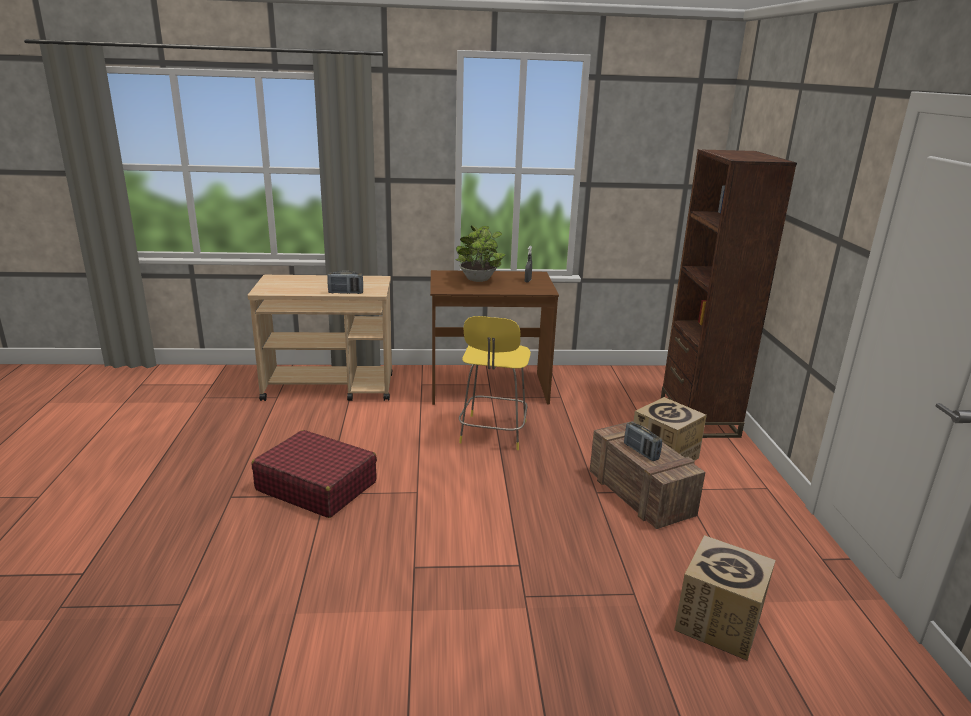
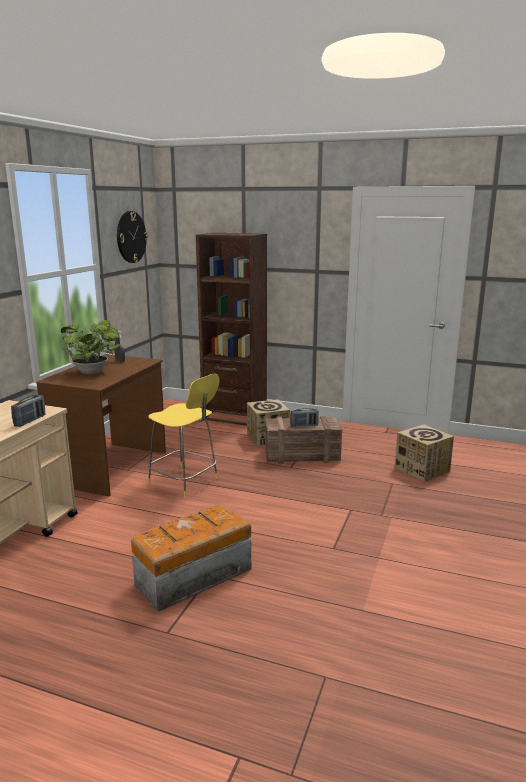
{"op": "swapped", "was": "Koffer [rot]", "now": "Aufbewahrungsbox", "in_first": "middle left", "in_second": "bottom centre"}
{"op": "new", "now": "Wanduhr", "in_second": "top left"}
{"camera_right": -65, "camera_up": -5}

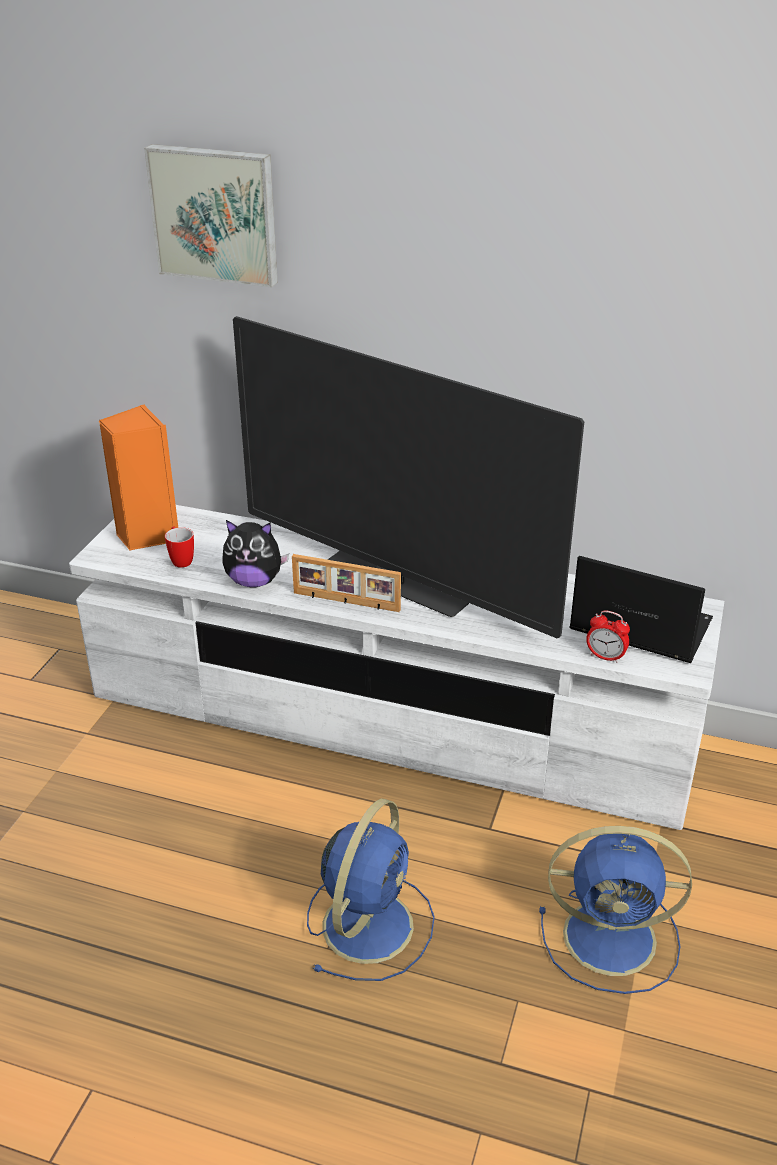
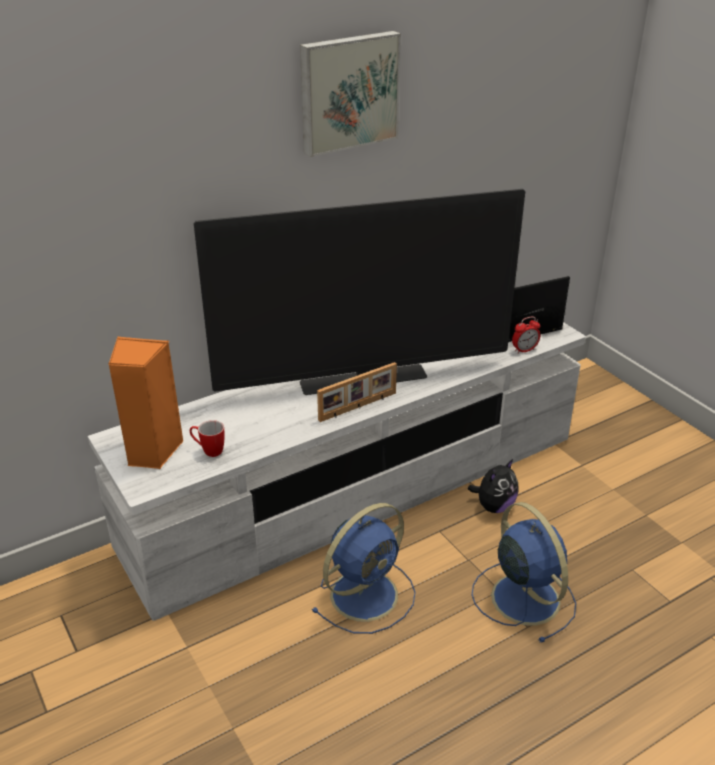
{"op": "shifted", "was": "Bild", "in_first": "top left", "in_second": "top centre"}
{"op": "shifted", "was": "Plüschtier", "in_first": "middle left", "in_second": "middle right"}
{"op": "shifted", "was": "Ventilator [blau] (no. 2 from left in the first image)", "now": "Ventilator [blau] (no. 1 from left)", "in_first": "bottom right", "in_second": "bottom centre"}
{"camera_right": -50, "camera_up": 0}

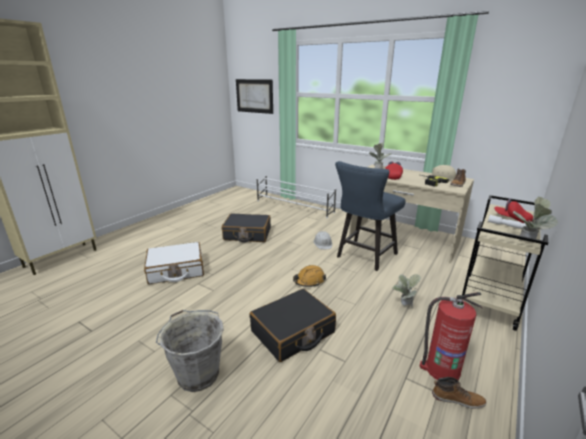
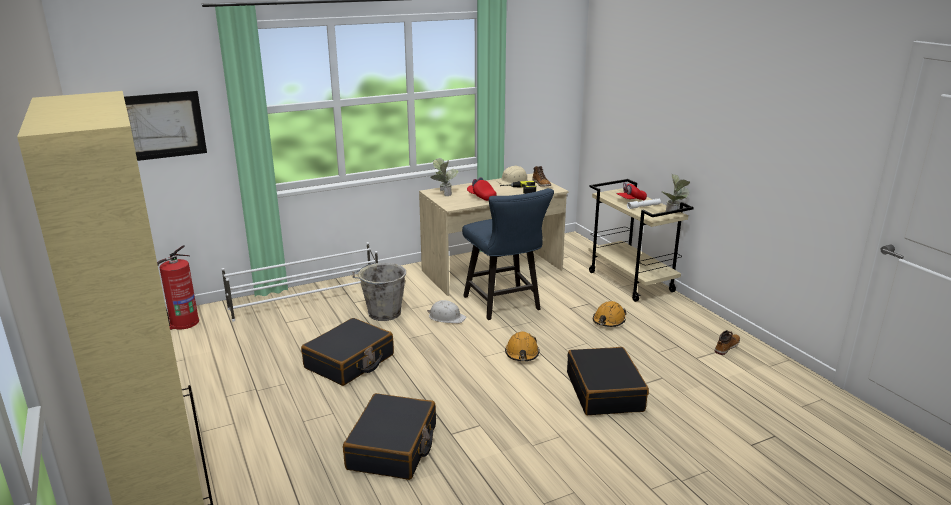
{"op": "repainted", "was": "Koffer [weiß]", "now": "Koffer [schwarz] (no. 2 from left)", "in_first": "middle left", "in_second": "bottom centre"}
{"op": "shifted", "was": "Eimer [grau]", "in_first": "bottom left", "in_second": "centre"}
{"op": "swapped", "was": "Topfpflanze (no. 2 from left)", "now": "Schutzhelm [orange] (no. 2 from left)", "in_first": "middle right", "in_second": "centre"}
{"op": "shifted", "was": "Feuerlöscher", "in_first": "bottom right", "in_second": "middle left"}
{"camera_right": -60, "camera_up": 0}

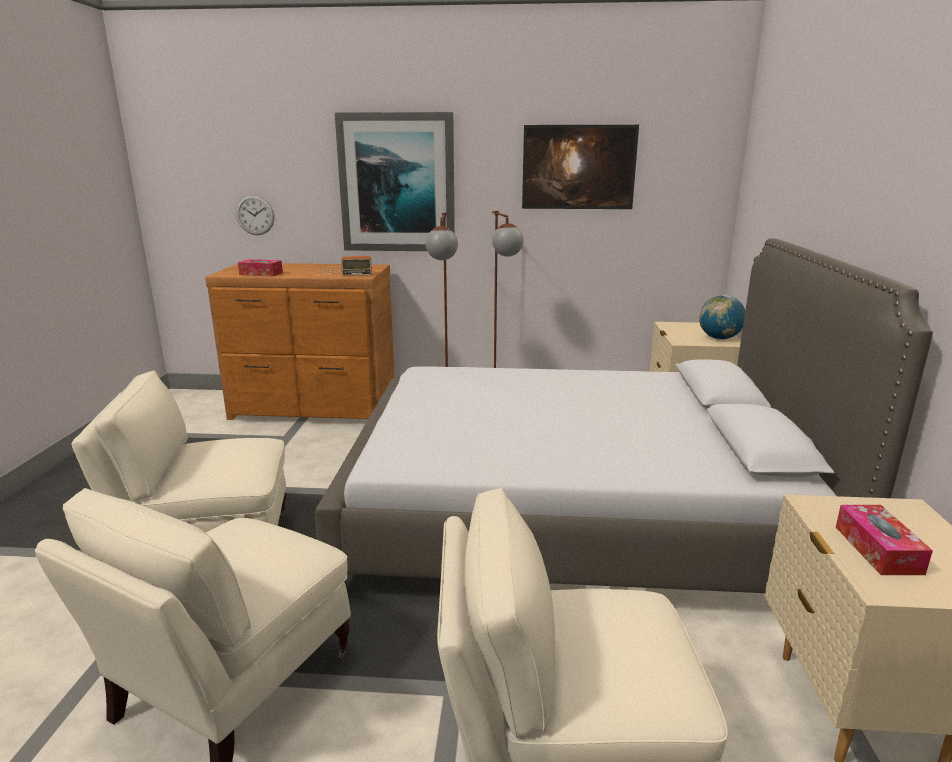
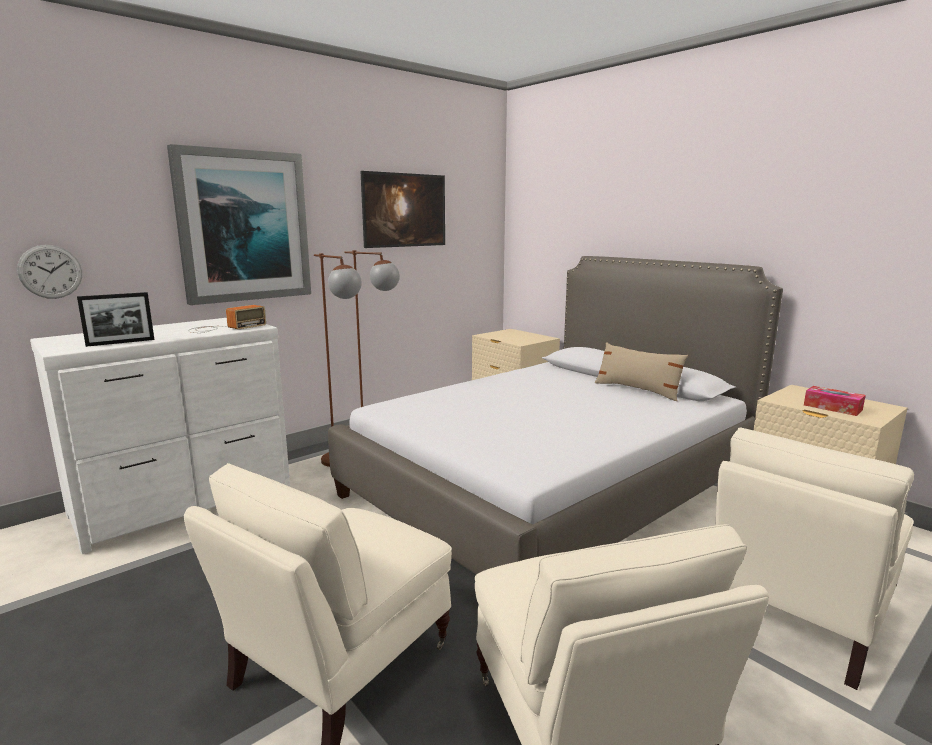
{"op": "repainted", "was": "Kommode [braun]", "now": "Kommode [weiß]", "in_first": "middle left", "in_second": "middle left"}
{"op": "swapped", "was": "Taschentuchbox (no. 1 from left)", "now": "Bilderrahmen", "in_first": "middle left", "in_second": "middle left"}
{"op": "gone", "was": "Globus", "in_first": "middle right"}
{"op": "new", "now": "Kissen [beige]", "in_second": "middle right"}
{"camera_right": -45, "camera_up": -5}

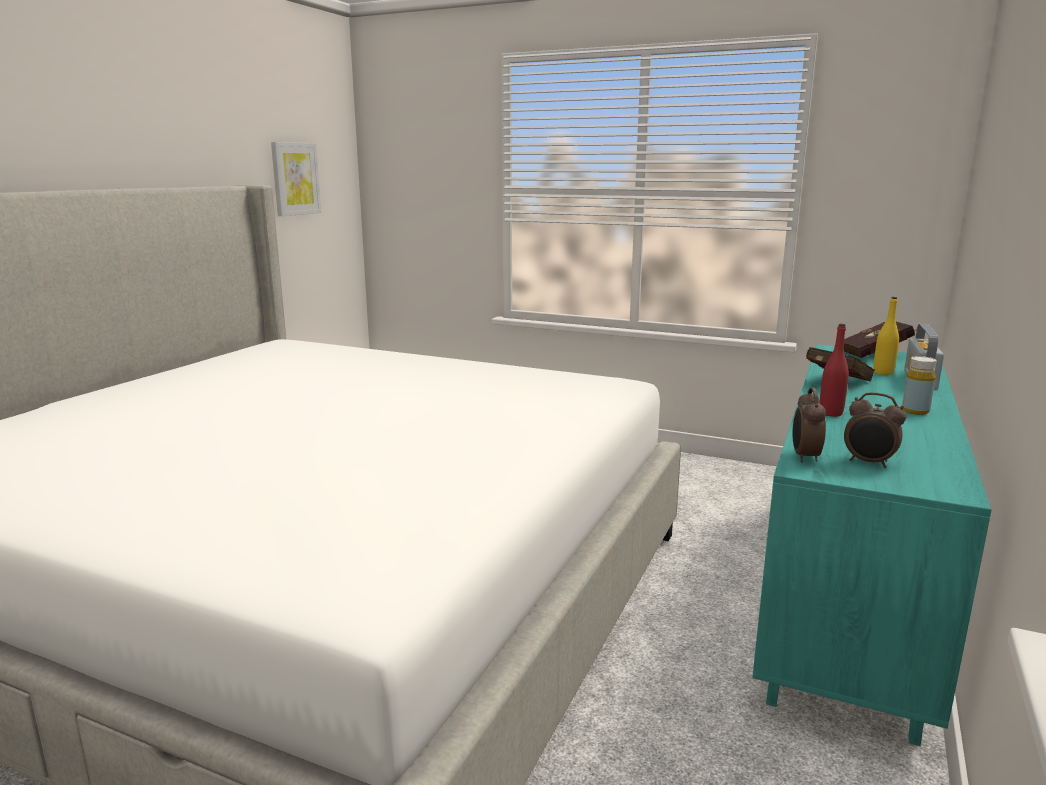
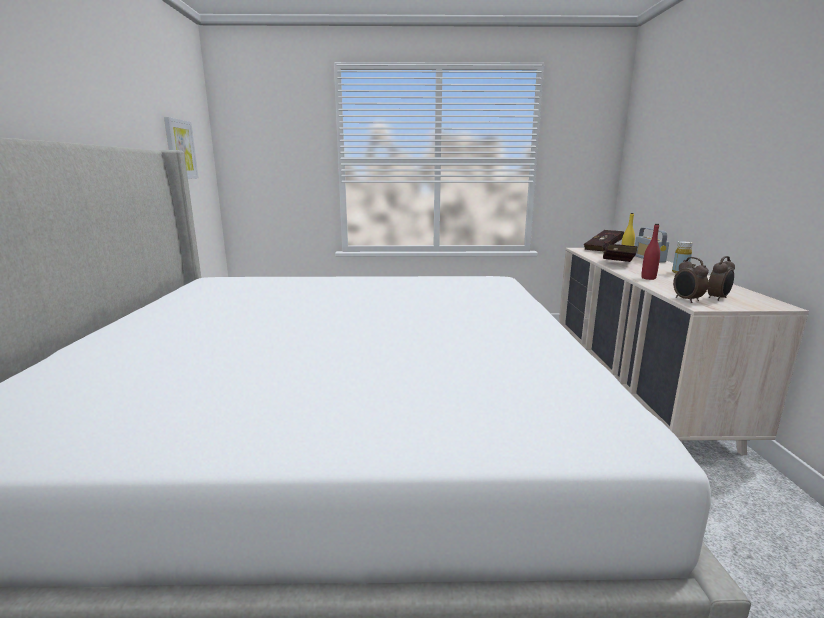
{"op": "repainted", "was": "Kommode [türkis]", "now": "Kommode [beige]", "in_first": "bottom right", "in_second": "middle right"}
{"op": "rotated", "was": "Wecker (no. 2 from left)", "in_first": "middle right", "in_second": "middle right", "clockwise": -45}
{"camera_right": -25, "camera_up": 0}

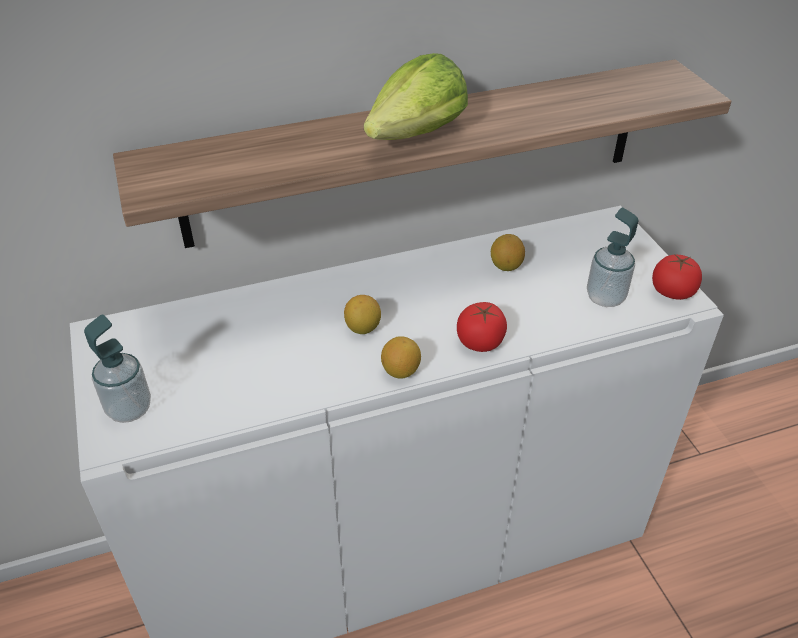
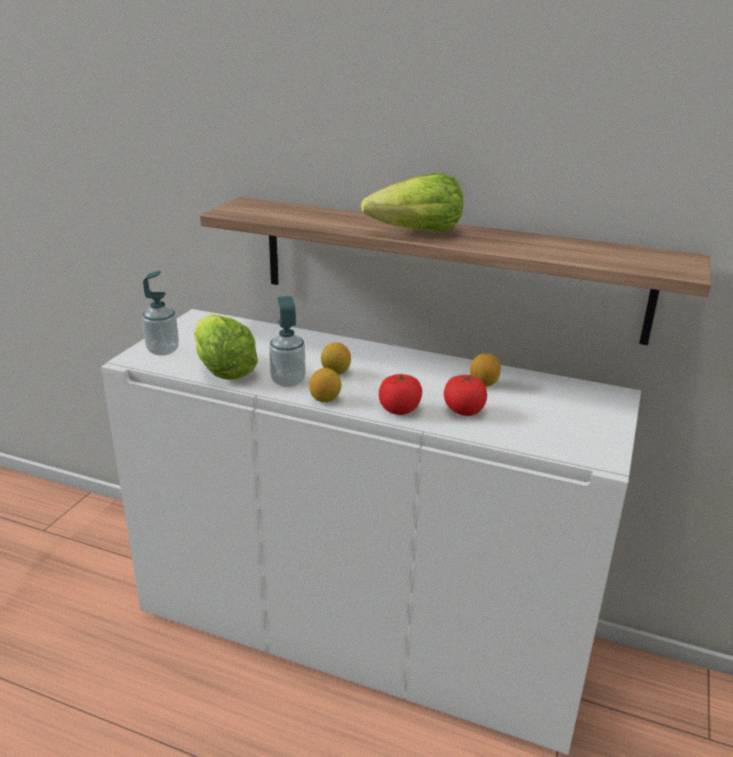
{"op": "shifted", "was": "Seifenspender (no. 2 from left)", "in_first": "middle right", "in_second": "centre"}
{"op": "shifted", "was": "Tomate (no. 2 from left)", "in_first": "middle right", "in_second": "centre"}
{"op": "new", "now": "Salatkopf (no. 1 from left)", "in_second": "middle left"}
{"camera_right": 40, "camera_up": -15}

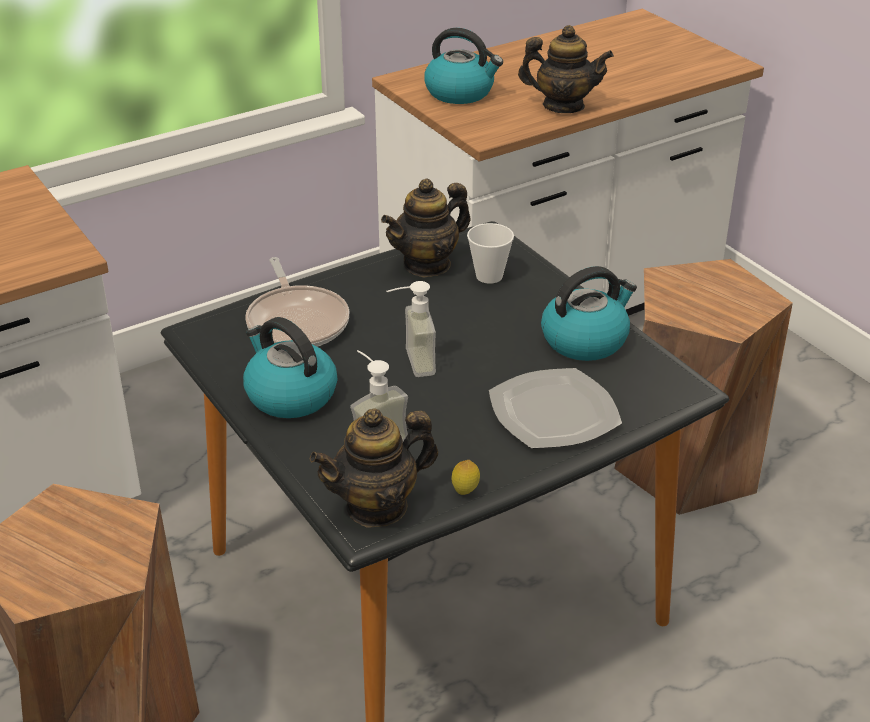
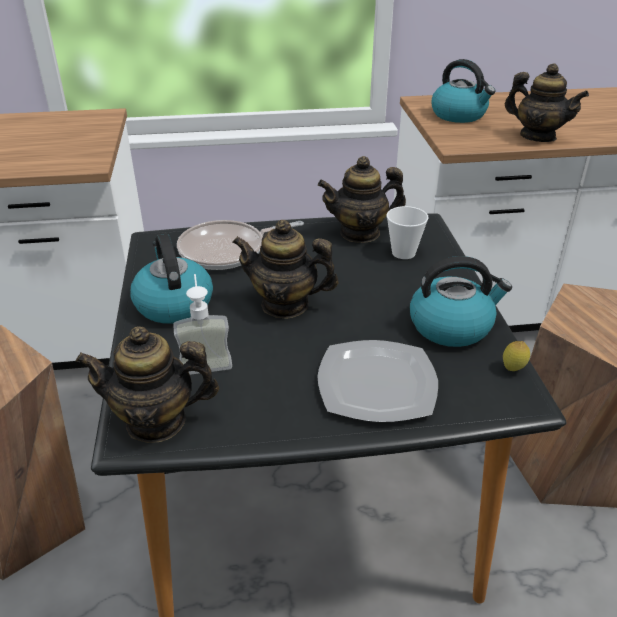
{"op": "rotated", "was": "Pfanne", "in_first": "centre", "in_second": "centre", "clockwise": 60}
{"op": "swapped", "was": "Seifenspender (no. 2 from left)", "now": "Teekanne (no. 2 from left)", "in_first": "centre", "in_second": "centre"}
{"op": "shifted", "was": "Zitrone", "in_first": "centre", "in_second": "middle right"}
{"camera_right": 25, "camera_up": 0}

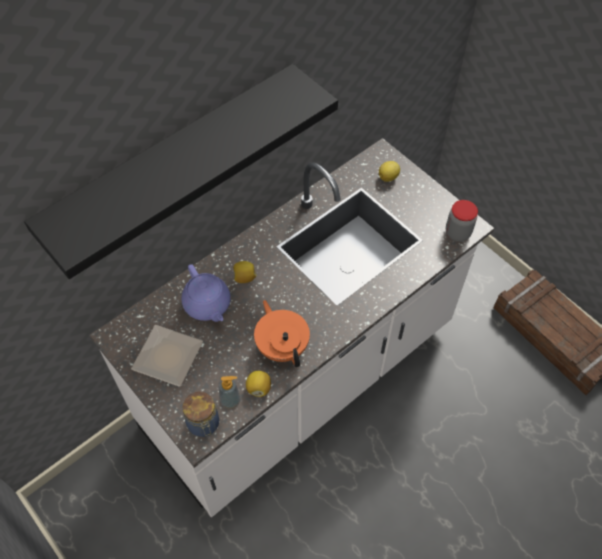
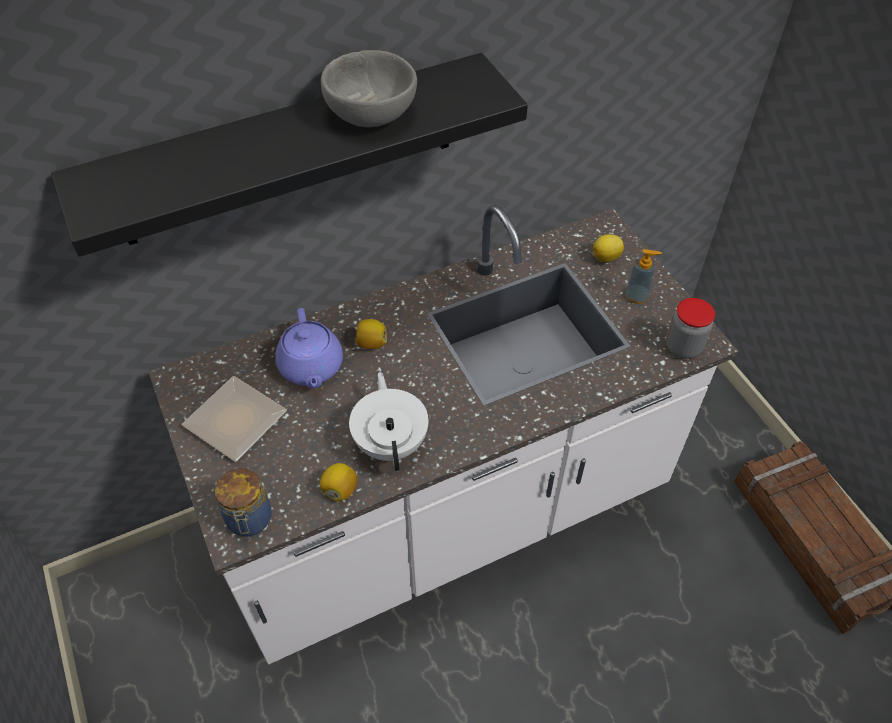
{"op": "shifted", "was": "Seifenspender", "in_first": "bottom centre", "in_second": "middle right"}
{"op": "repainted", "was": "Teekanne [orange]", "now": "Teekanne [weiß]", "in_first": "centre", "in_second": "centre"}
{"op": "new", "now": "Schüssel [grau]", "in_second": "top centre"}
{"camera_right": 15, "camera_up": -5}

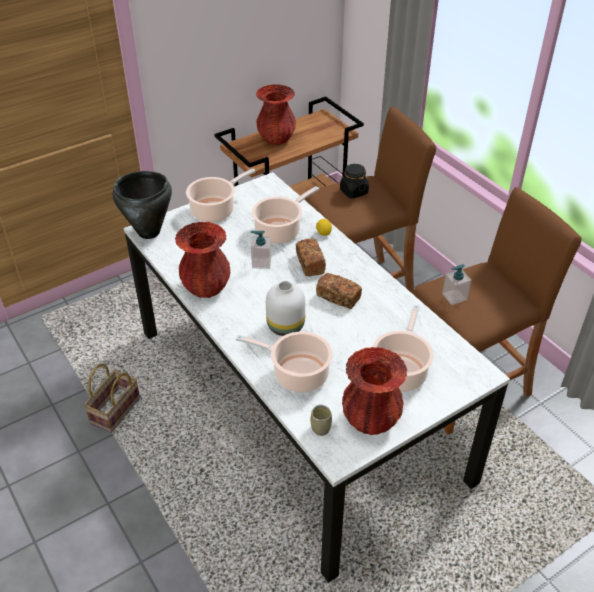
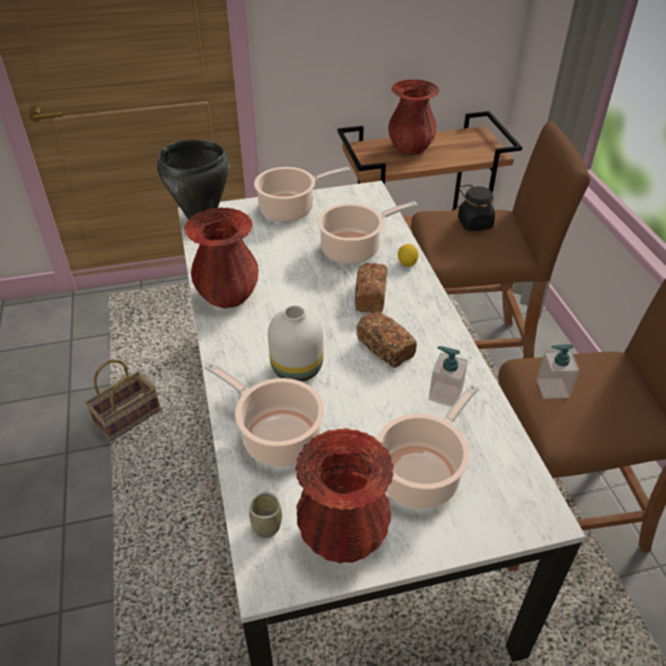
{"op": "shifted", "was": "Seifenspender (no. 1 from left)", "in_first": "centre", "in_second": "middle right"}
{"camera_right": 20, "camera_up": 0}

